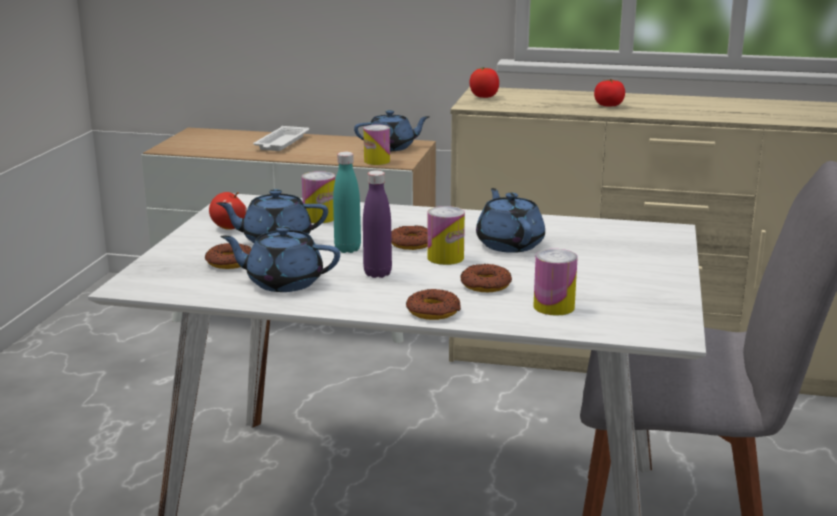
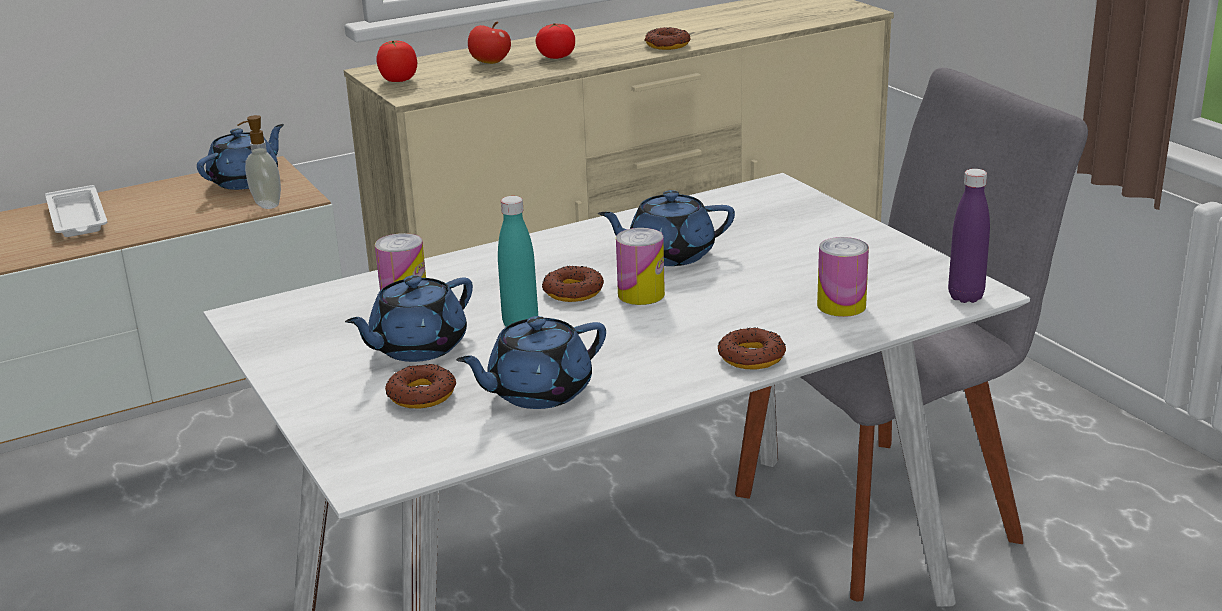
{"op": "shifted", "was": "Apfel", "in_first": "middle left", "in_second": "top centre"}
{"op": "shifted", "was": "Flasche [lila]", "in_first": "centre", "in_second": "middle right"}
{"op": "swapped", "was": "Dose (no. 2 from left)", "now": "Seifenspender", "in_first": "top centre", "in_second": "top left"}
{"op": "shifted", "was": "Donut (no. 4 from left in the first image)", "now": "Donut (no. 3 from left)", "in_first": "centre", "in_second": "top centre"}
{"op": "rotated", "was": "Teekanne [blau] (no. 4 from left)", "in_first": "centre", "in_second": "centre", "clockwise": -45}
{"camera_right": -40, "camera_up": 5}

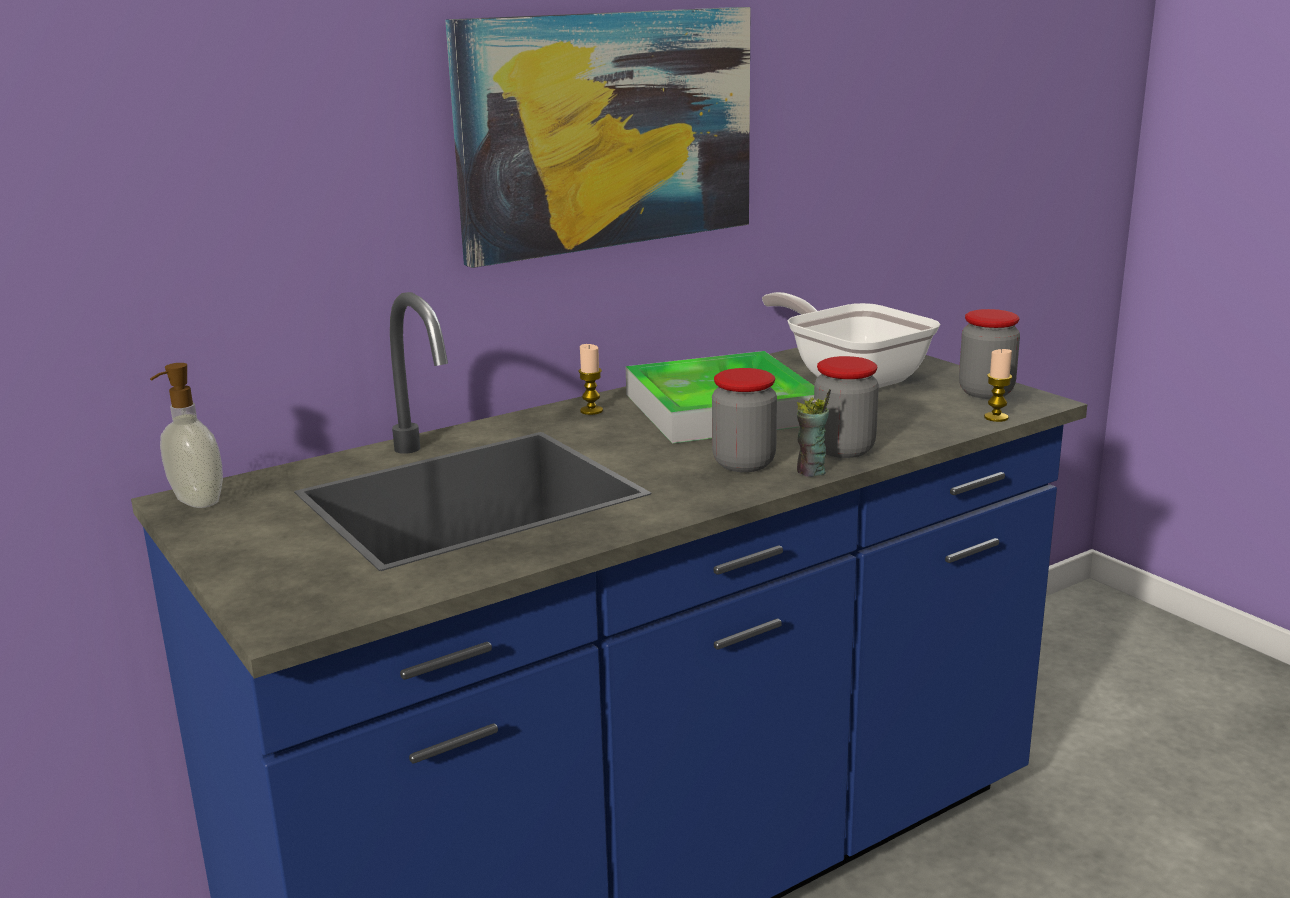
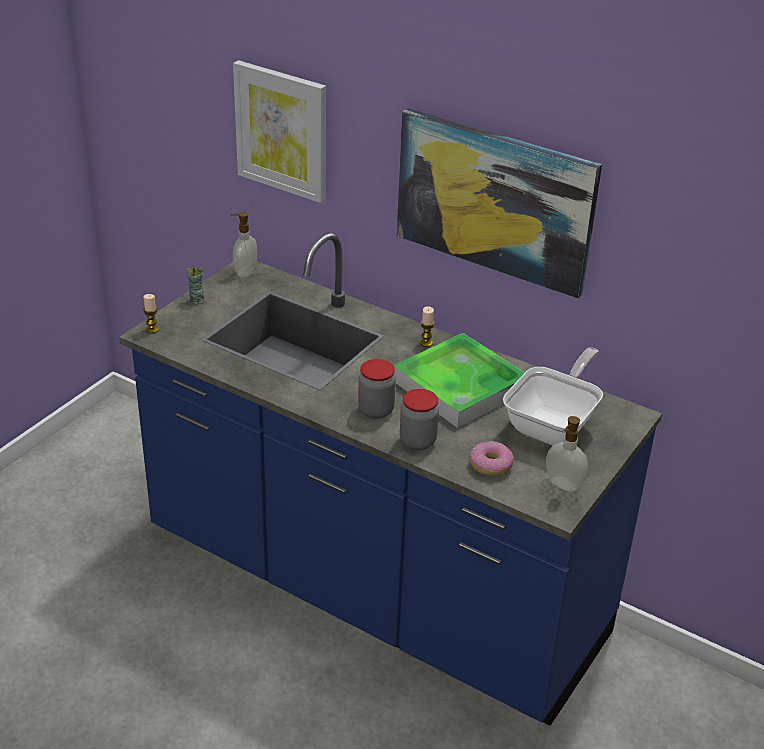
{"op": "shifted", "was": "Tasse", "in_first": "centre", "in_second": "middle left"}
{"op": "swapped", "was": "Vorratsglas (no. 3 from left)", "now": "Seifenspender (no. 2 from left)", "in_first": "middle right", "in_second": "middle right"}
{"op": "shifted", "was": "Kerze (no. 2 from left in the first image)", "now": "Kerze (no. 1 from left)", "in_first": "middle right", "in_second": "middle left"}
{"op": "new", "now": "Bild (no. 1 from left)", "in_second": "top centre"}
{"op": "new", "now": "Donut", "in_second": "centre"}
{"camera_right": 65, "camera_up": 15}

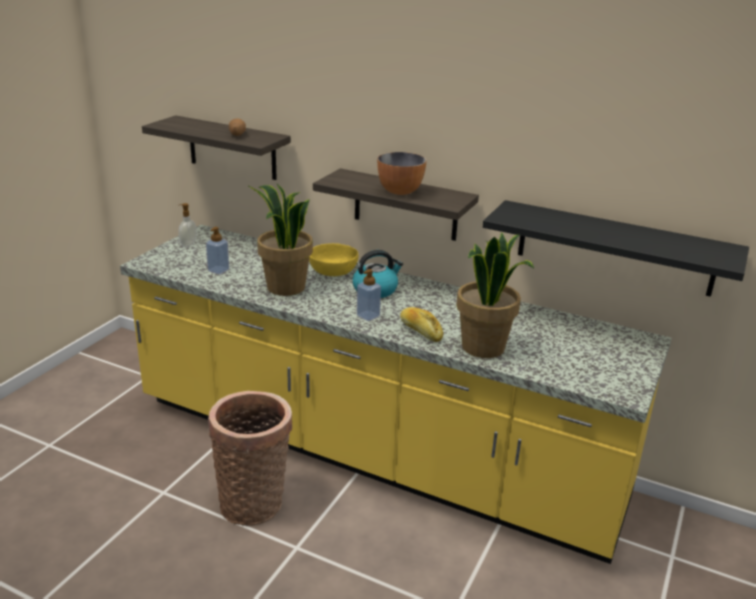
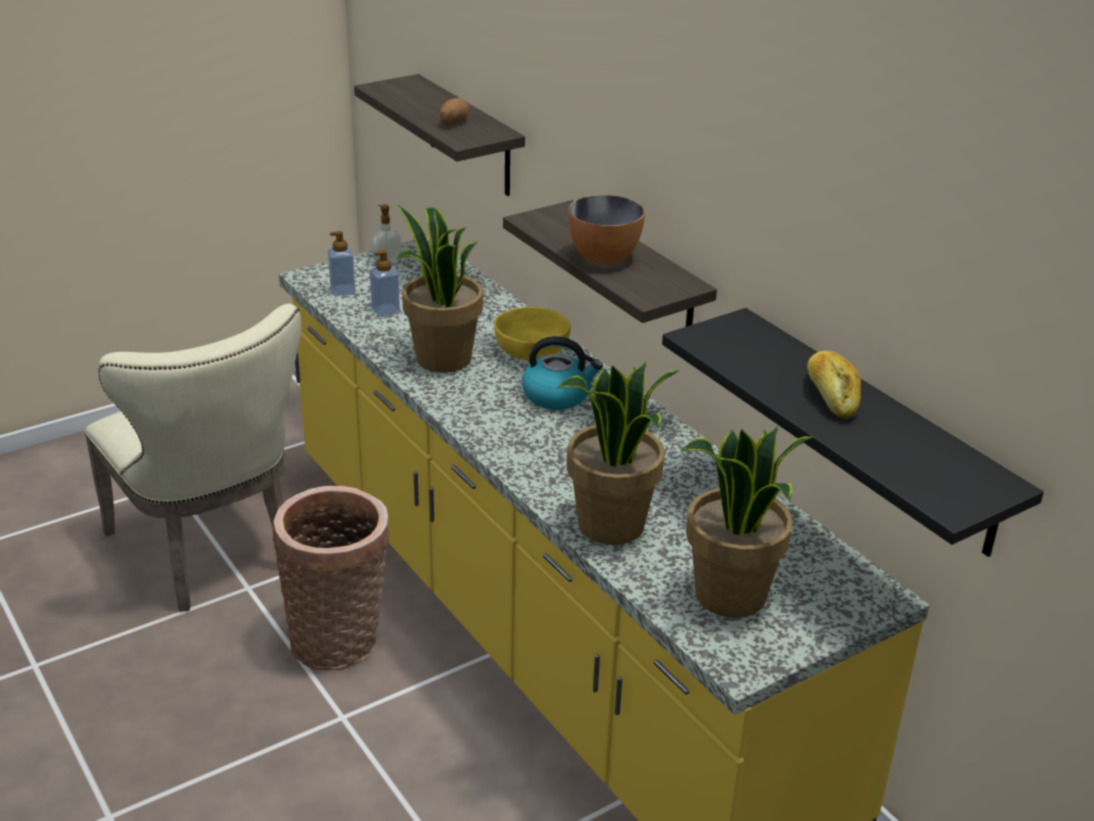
{"op": "shifted", "was": "Seifenspender (no. 3 from left in the first image)", "now": "Seifenspender (no. 1 from left)", "in_first": "centre", "in_second": "top left"}
{"op": "shifted", "was": "Brot", "in_first": "centre", "in_second": "middle right"}
{"op": "new", "now": "Stuhl [beige]", "in_second": "middle left"}
{"op": "new", "now": "Topfpflanze (no. 3 from left)", "in_second": "middle right"}
{"camera_right": 30, "camera_up": 5}

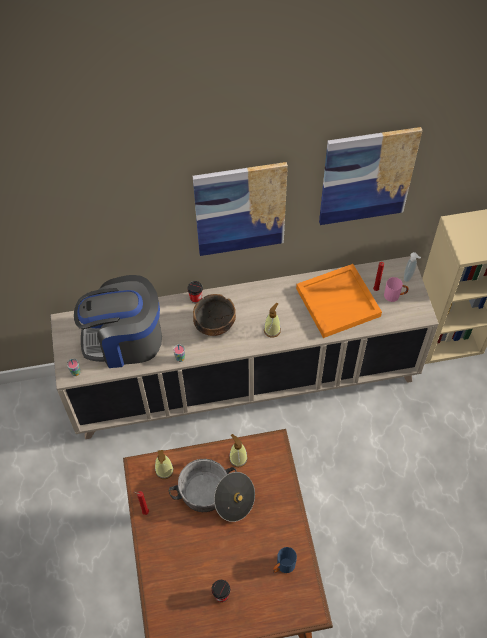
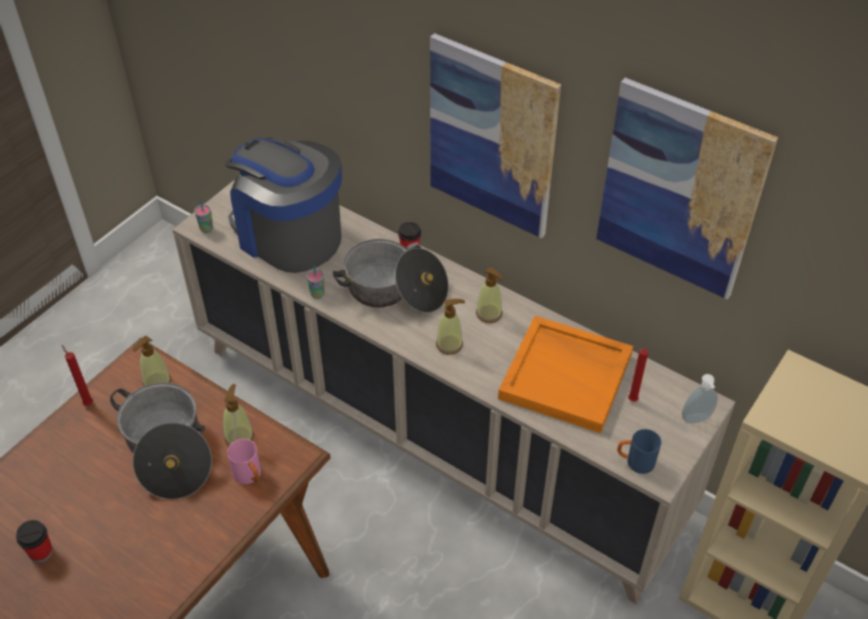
{"op": "swapped", "was": "Schüssel", "now": "Kochtopf (no. 2 from left)", "in_first": "centre", "in_second": "centre"}
{"op": "shifted", "was": "Henkelbecher [blau]", "in_first": "bottom centre", "in_second": "bottom right"}
{"op": "shifted", "was": "Henkelbecher [rosa]", "in_first": "middle right", "in_second": "bottom left"}
{"op": "new", "now": "Seifenspender (no. 4 from left)", "in_second": "centre"}
{"camera_right": 45, "camera_up": -10}

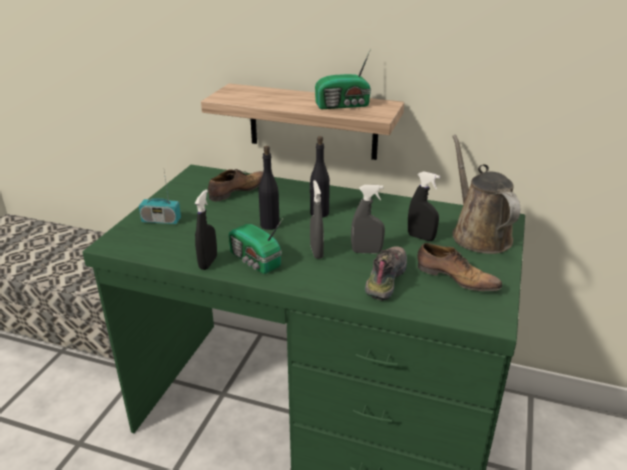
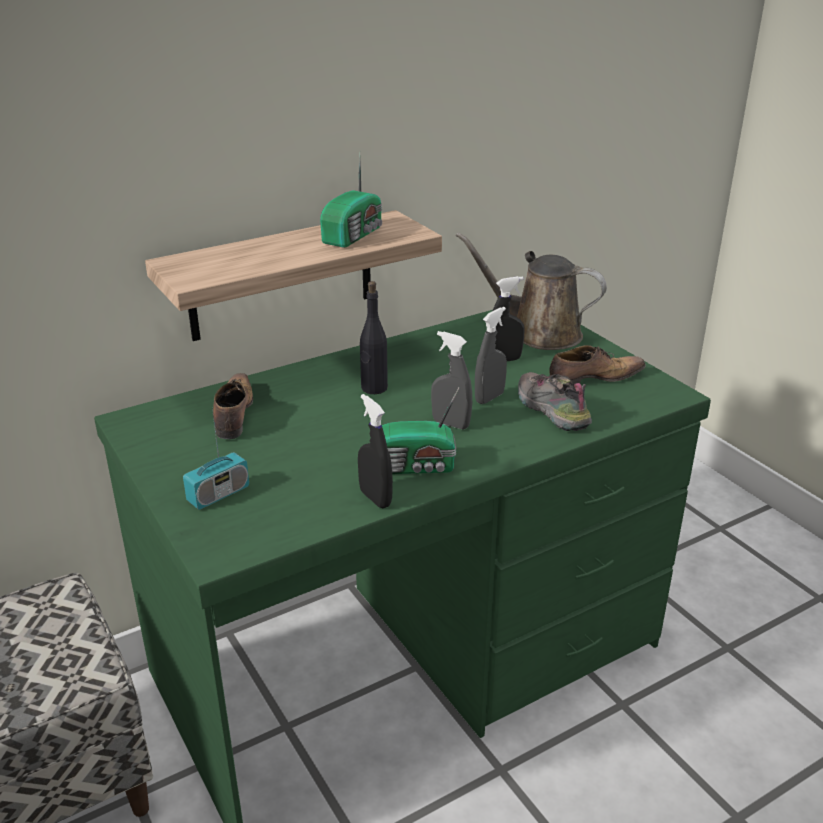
{"op": "gone", "was": "Flasche [schwarz] (no. 1 from left)", "in_first": "centre"}
{"camera_right": -50, "camera_up": 0}

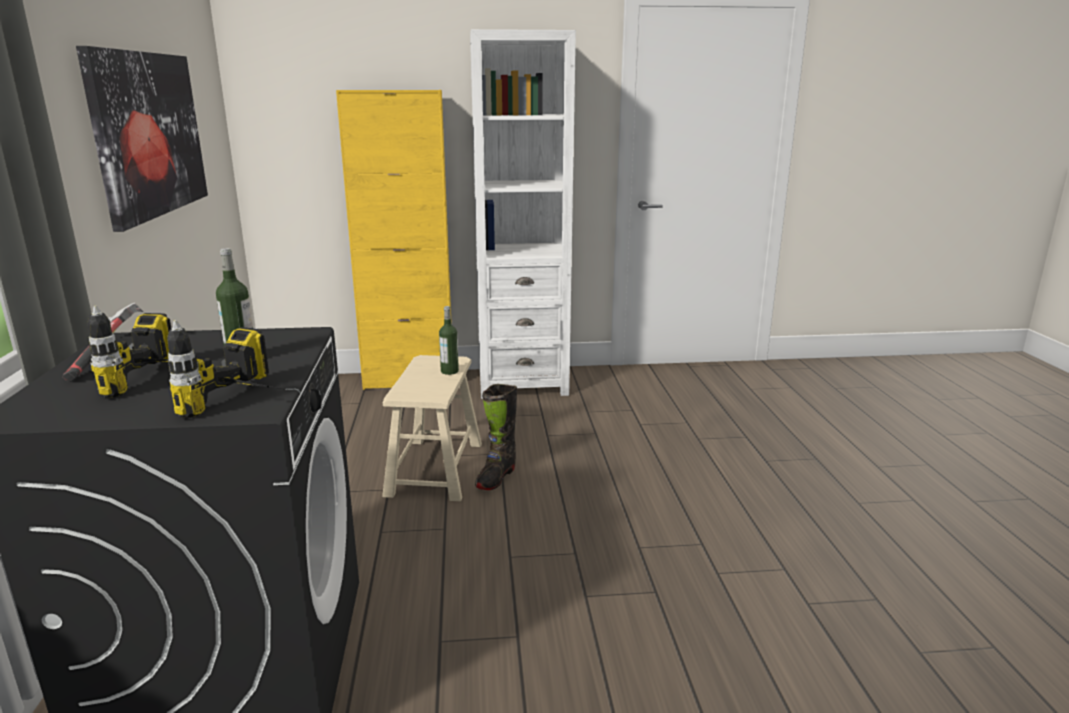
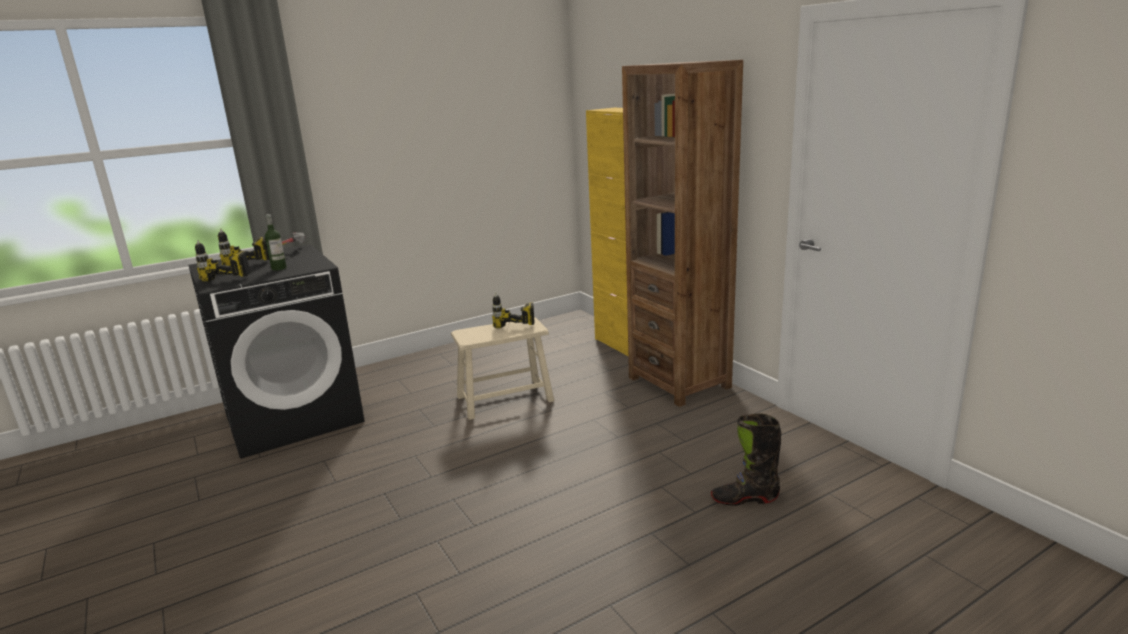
{"op": "gone", "was": "Bild", "in_first": "top left"}
{"op": "swapped", "was": "Flasche (no. 2 from left)", "now": "Bohrmaschine (no. 3 from left)", "in_first": "centre", "in_second": "centre"}
{"op": "repainted", "was": "Bücherregal [weiß]", "now": "Bücherregal [braun]", "in_first": "top centre", "in_second": "centre"}
{"op": "shifted", "was": "Stiefel [schwarz]", "in_first": "centre", "in_second": "bottom centre"}
{"camera_right": 65, "camera_up": 0}

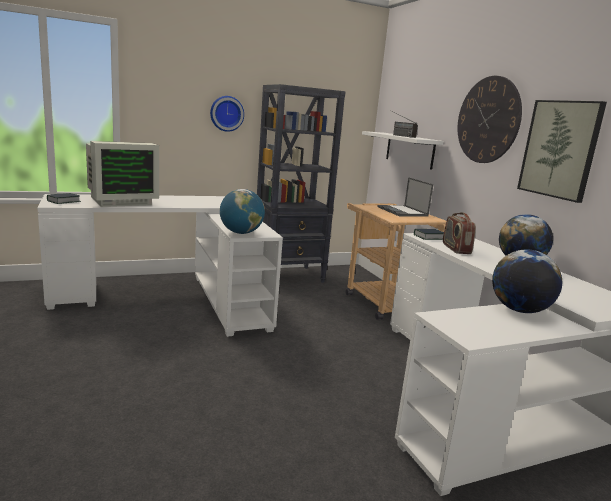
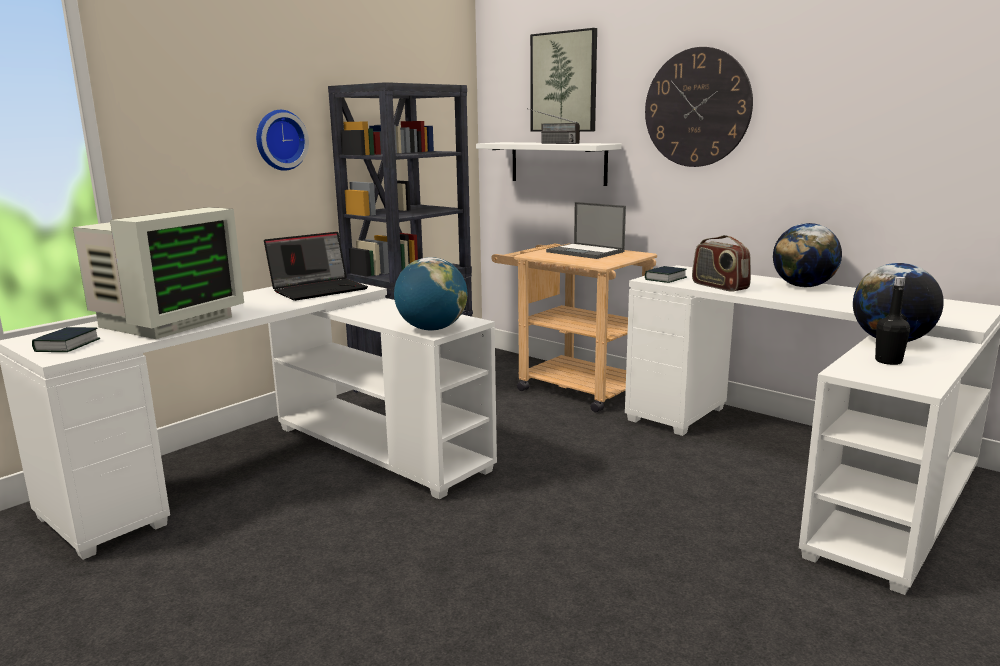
{"op": "shifted", "was": "Bild", "in_first": "top right", "in_second": "top centre"}
{"op": "new", "now": "Laptop (no. 1 from left)", "in_second": "middle left"}
{"op": "new", "now": "Flasche [schwarz]", "in_second": "middle right"}
{"camera_right": -25, "camera_up": 0}

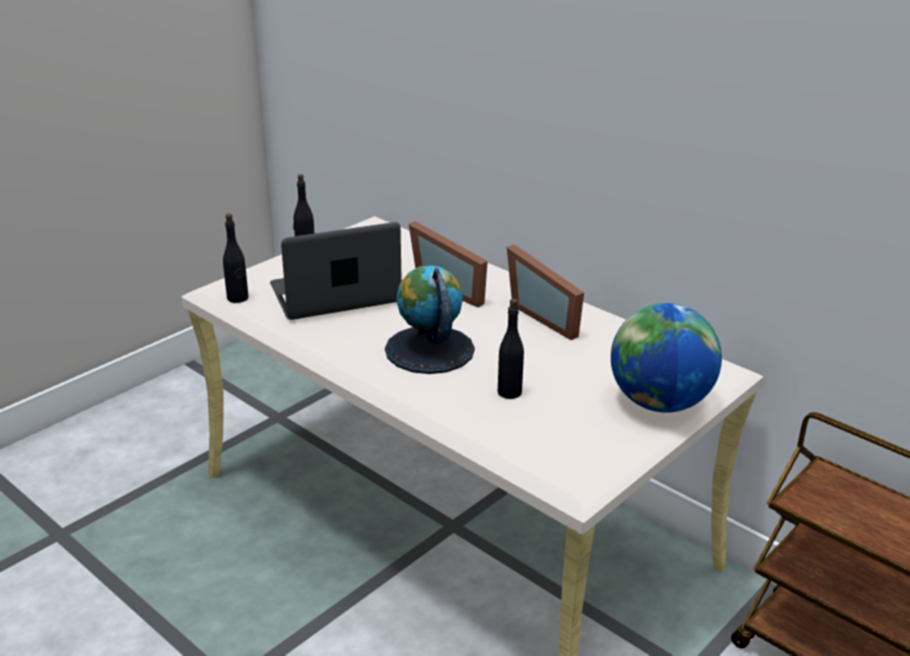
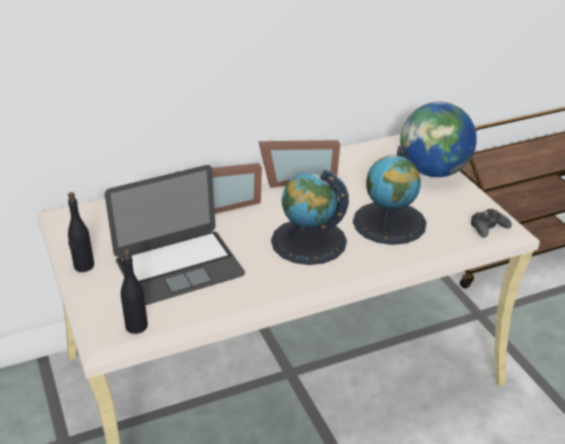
{"op": "rotated", "was": "Laptop", "in_first": "centre", "in_second": "middle left", "clockwise": -120}
{"op": "swapped", "was": "Flasche [schwarz] (no. 3 from left)", "now": "Globus (no. 2 from left)", "in_first": "centre", "in_second": "middle right"}
{"op": "new", "now": "Gamepad [schwarz]", "in_second": "middle right"}
{"camera_right": -65, "camera_up": 5}

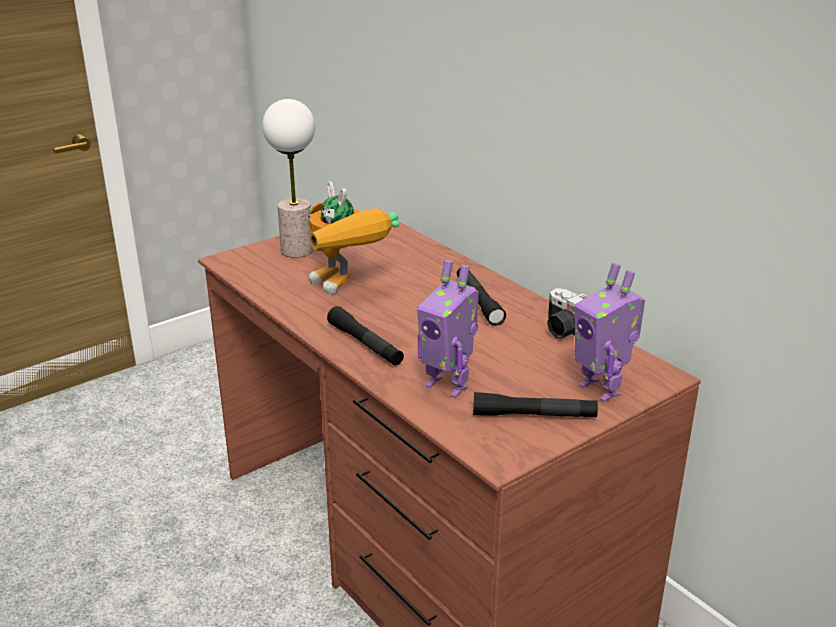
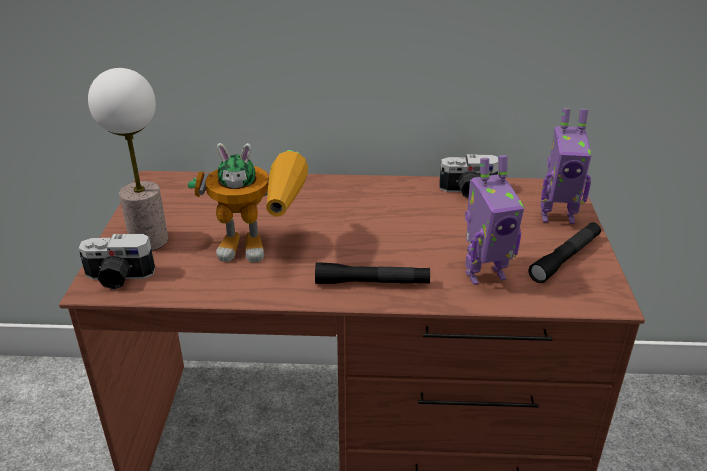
{"op": "gone", "was": "Taschenlampe [schwarz] (no. 2 from left)", "in_first": "centre"}
{"op": "new", "now": "Kamera (no. 1 from left)", "in_second": "middle left"}
{"camera_right": -50, "camera_up": 5}

